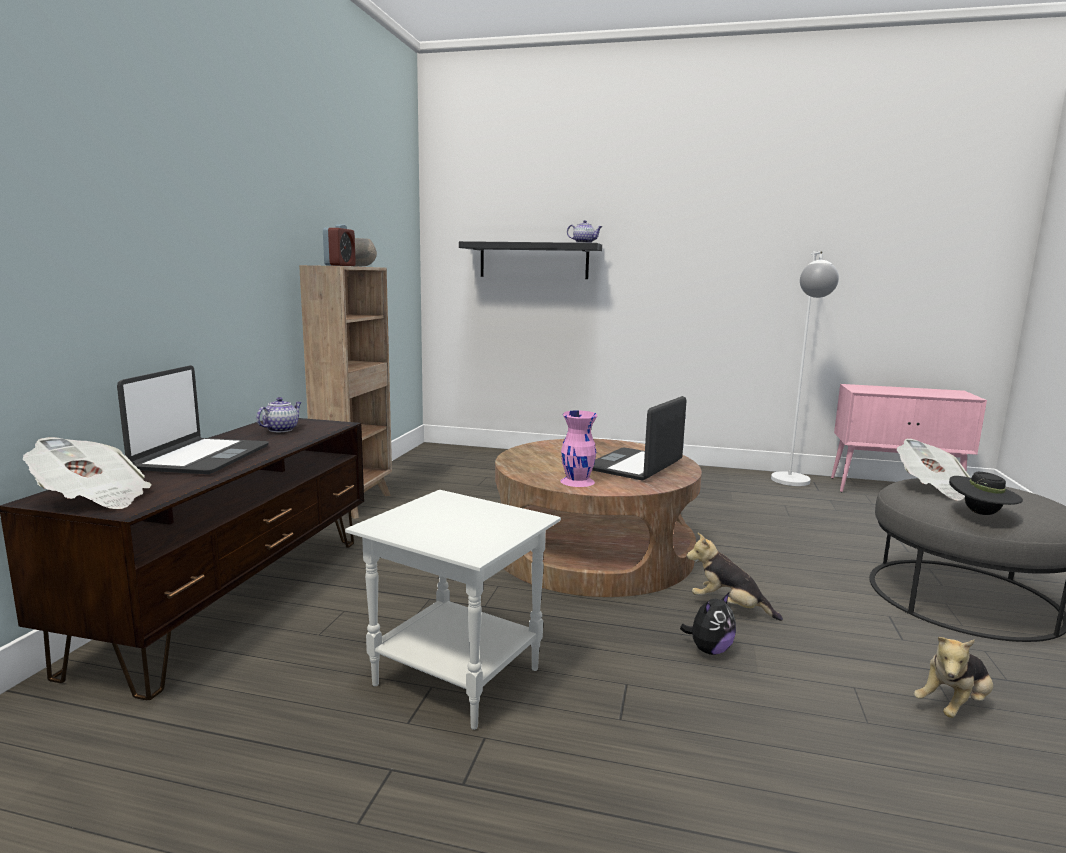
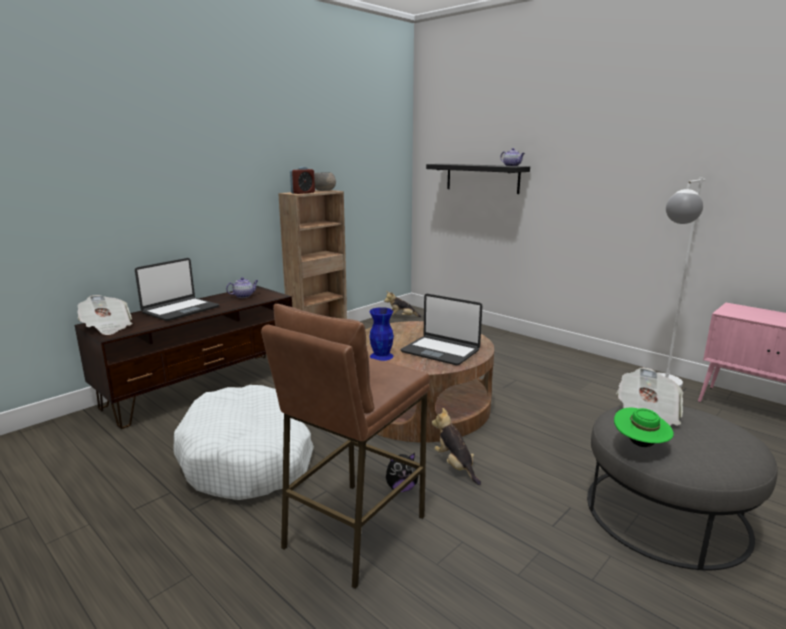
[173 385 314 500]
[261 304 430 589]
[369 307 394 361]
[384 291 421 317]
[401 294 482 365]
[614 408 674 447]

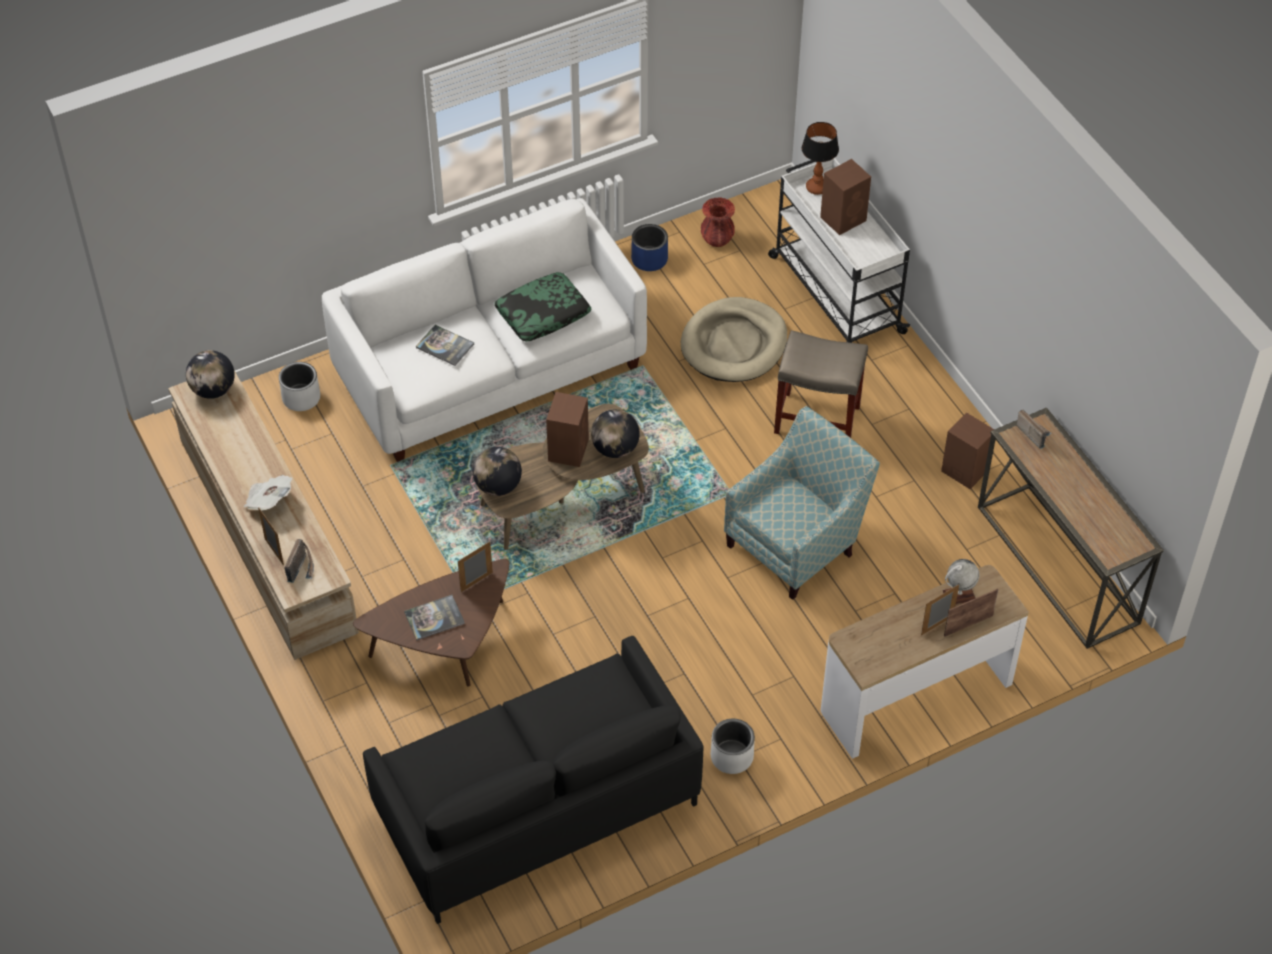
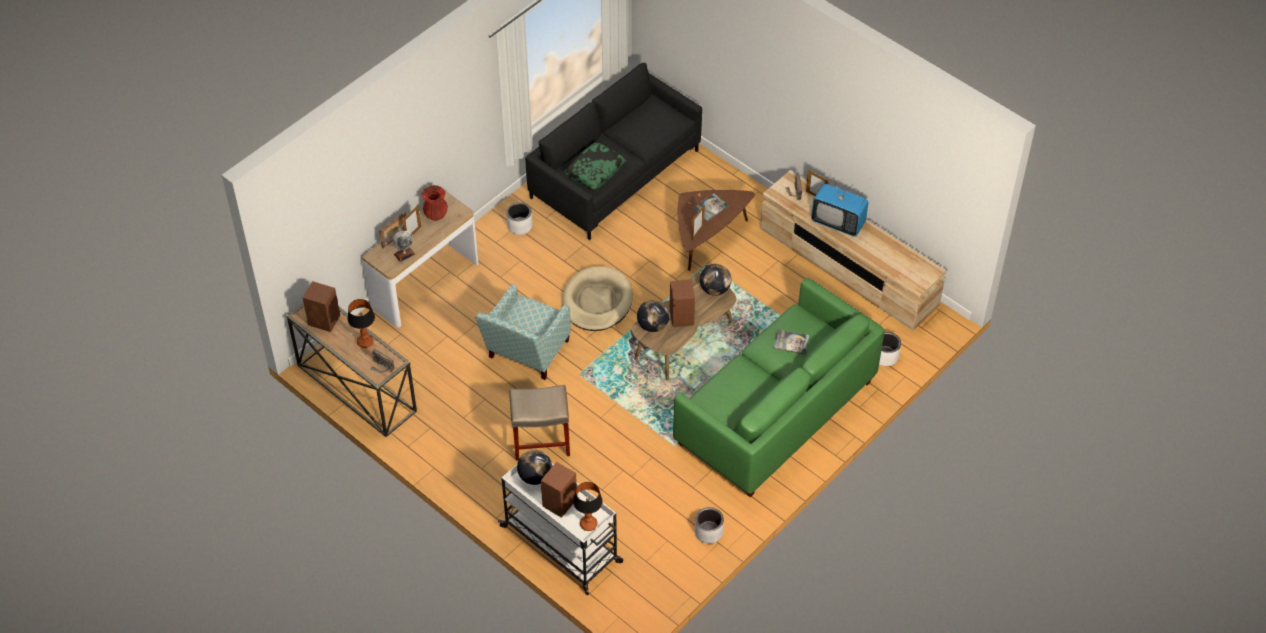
[302 281 340 332]
[347 299 375 348]
[421 185 448 221]
[517 450 552 485]
[562 266 633 331]
[564 143 626 190]
[673 278 884 497]
[695 507 724 544]
[811 178 869 237]

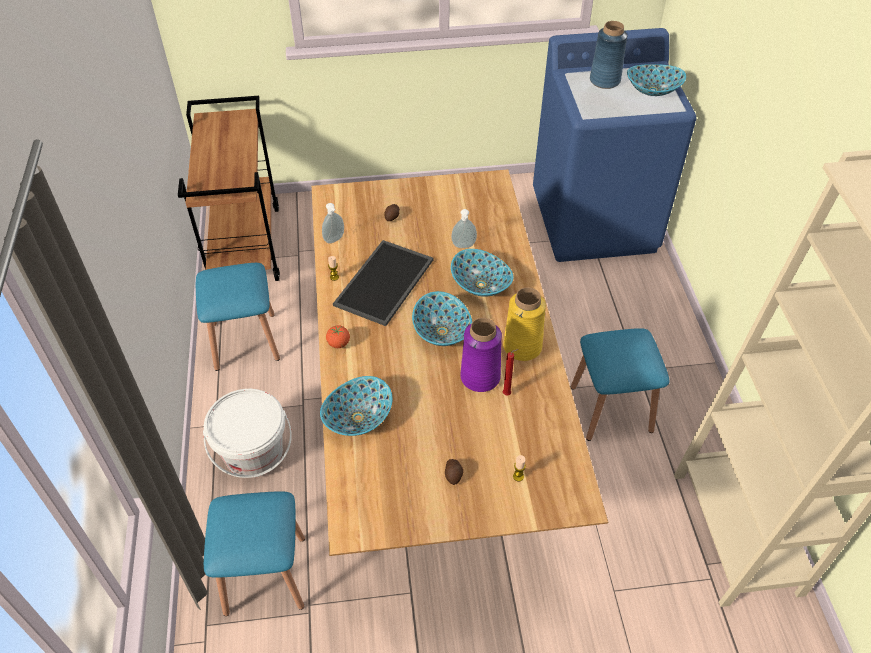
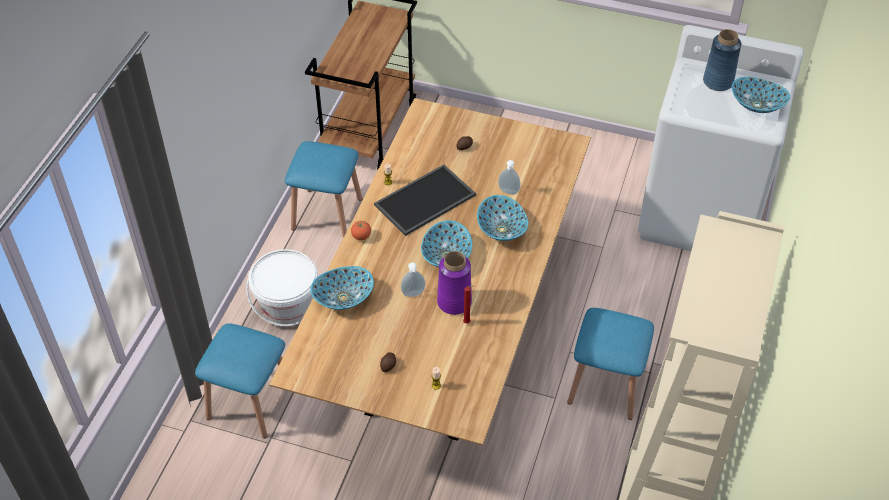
[401 262 425 297]
[638 25 804 251]
[503 287 546 361] (first image)

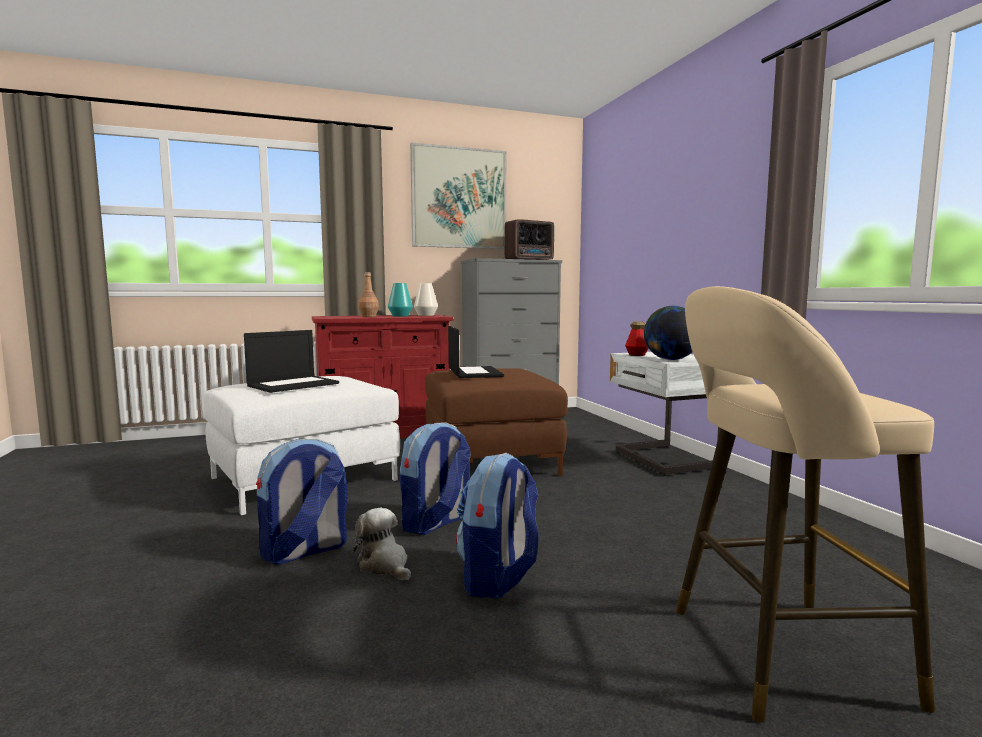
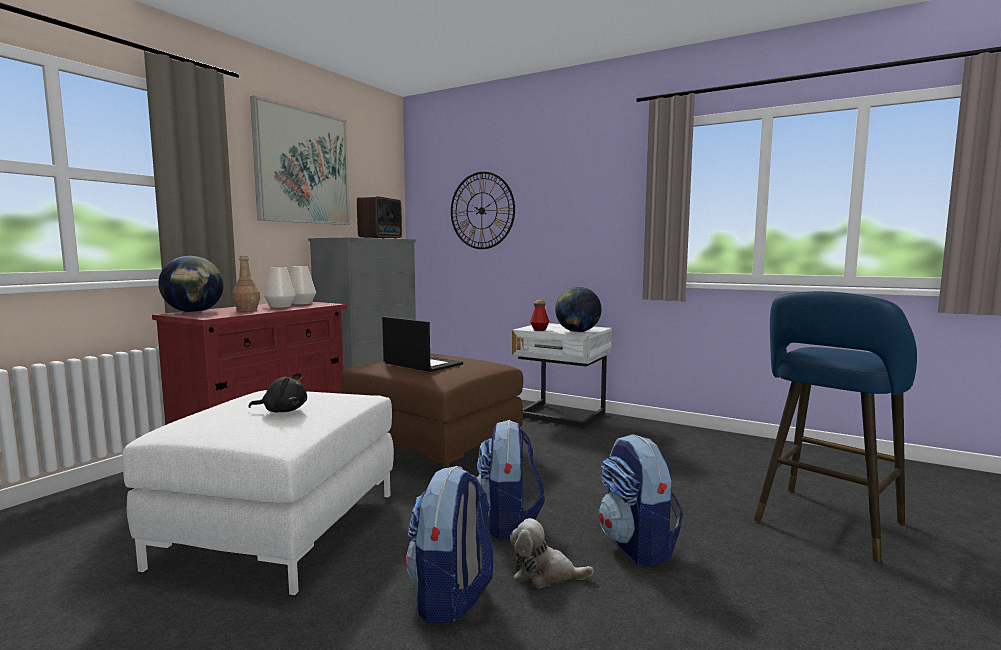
[158 256 224 313]
[248 372 307 413]
[264 267 296 308]
[451 172 515 249]
[754 291 917 563]

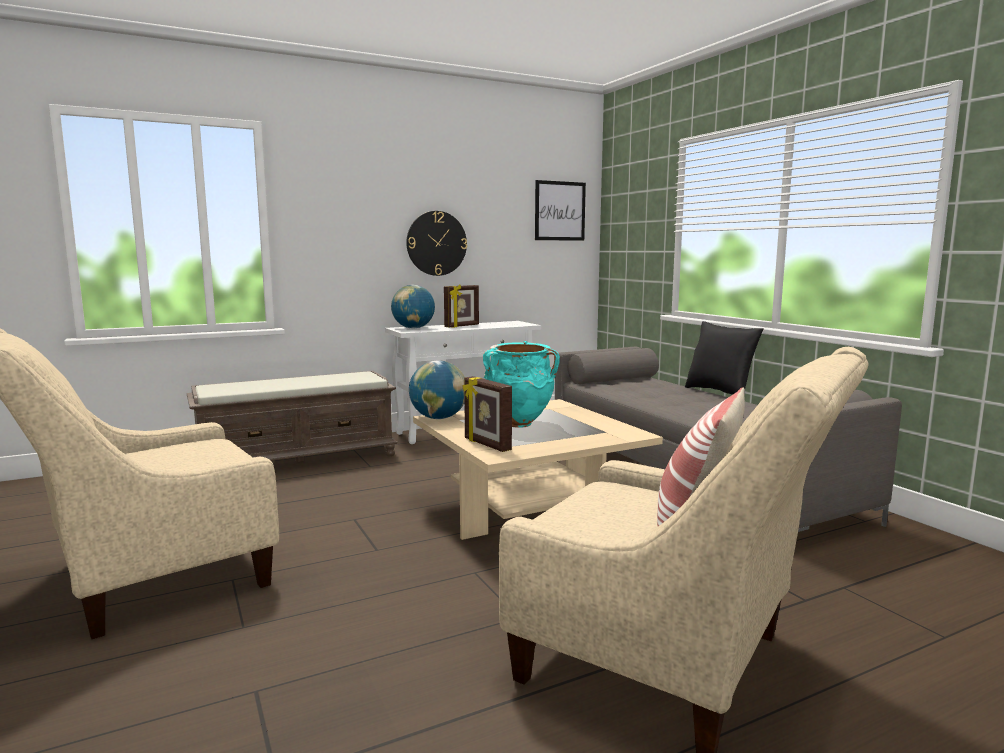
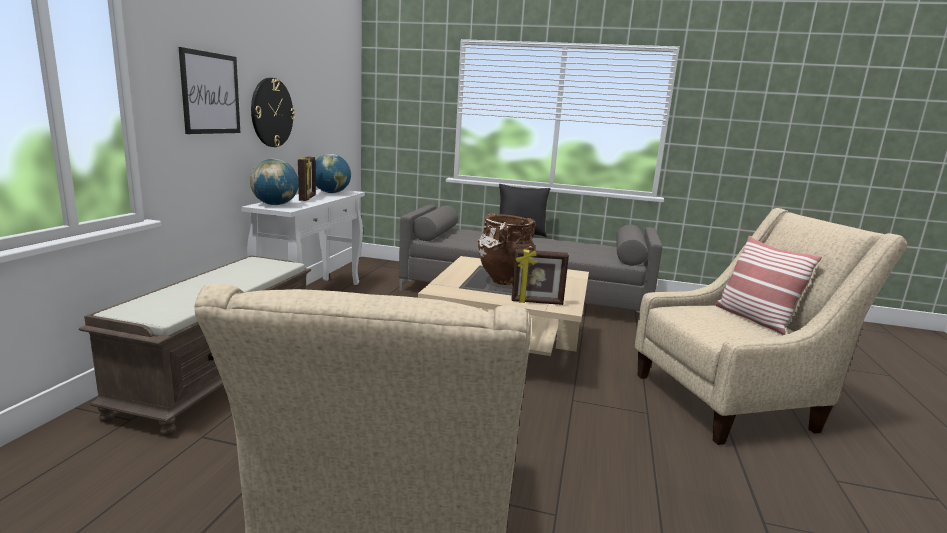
[179 47 240 134]
[315 154 351 193]
[478 213 536 285]

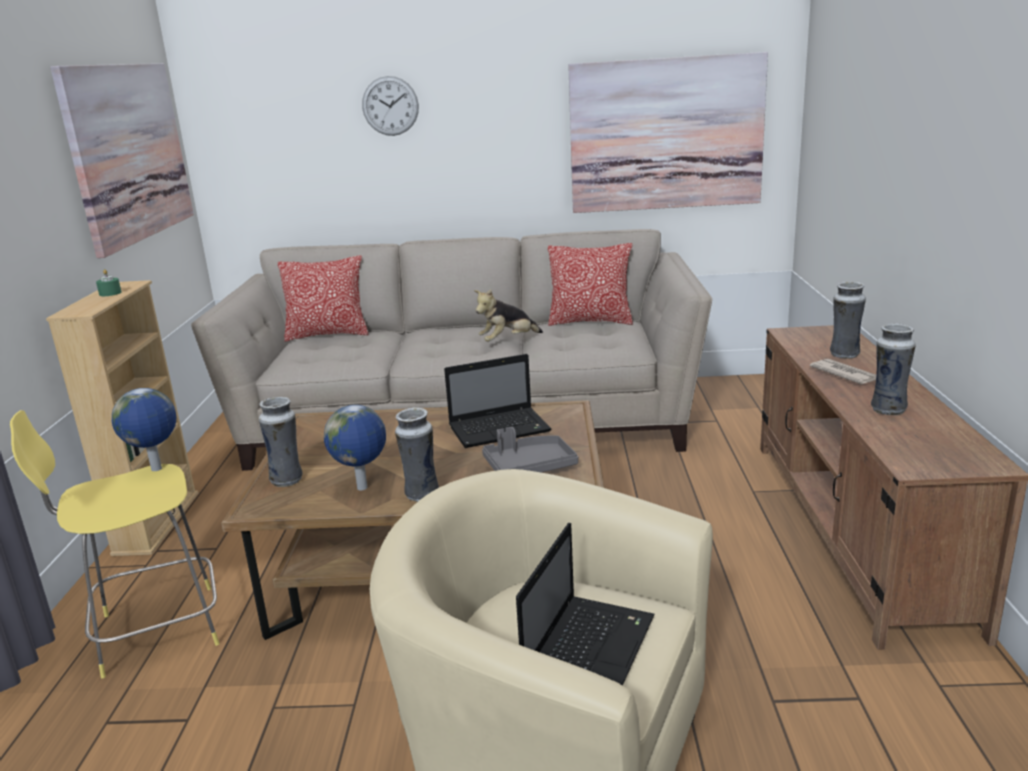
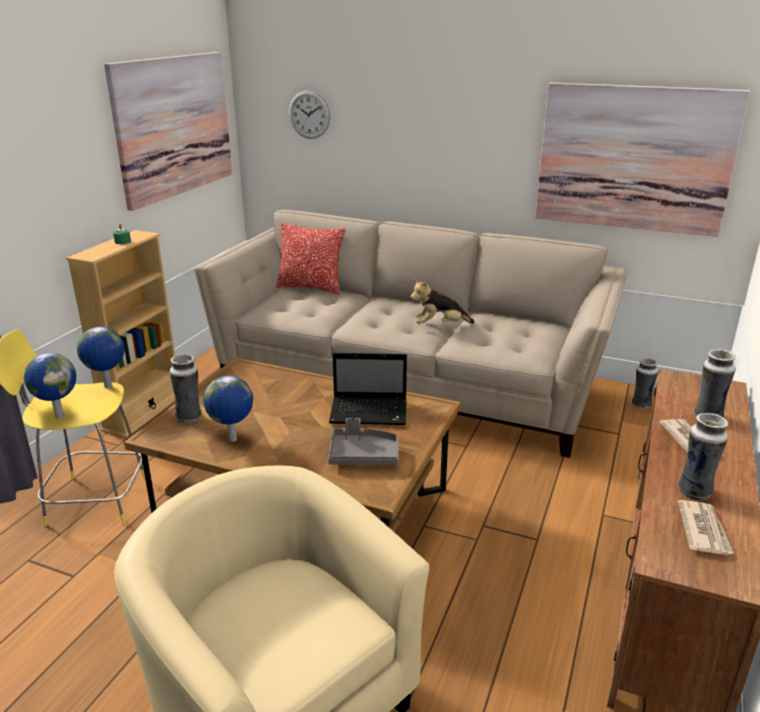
[24 353 77 419]
[289 90 330 139]
[632 358 658 409]
[678 500 734 555]
[516 523 655 685] (first image)
[548 243 633 326] (first image)

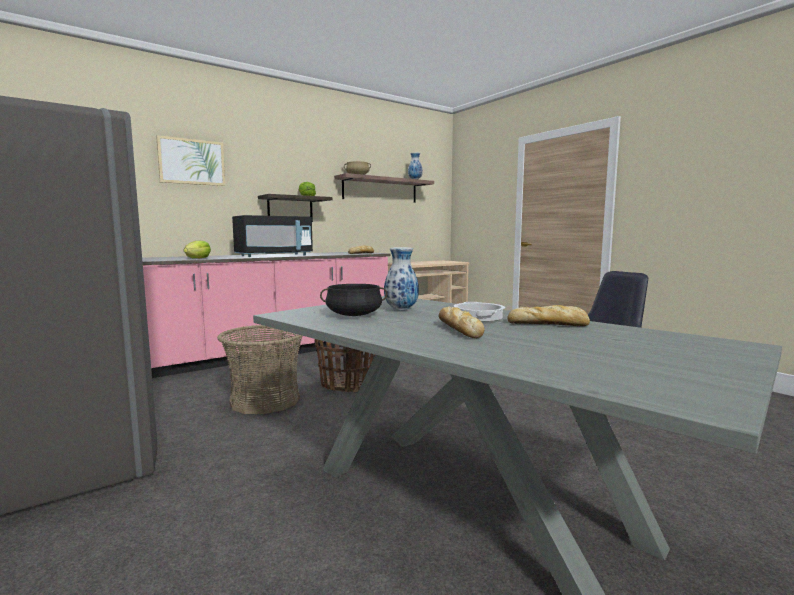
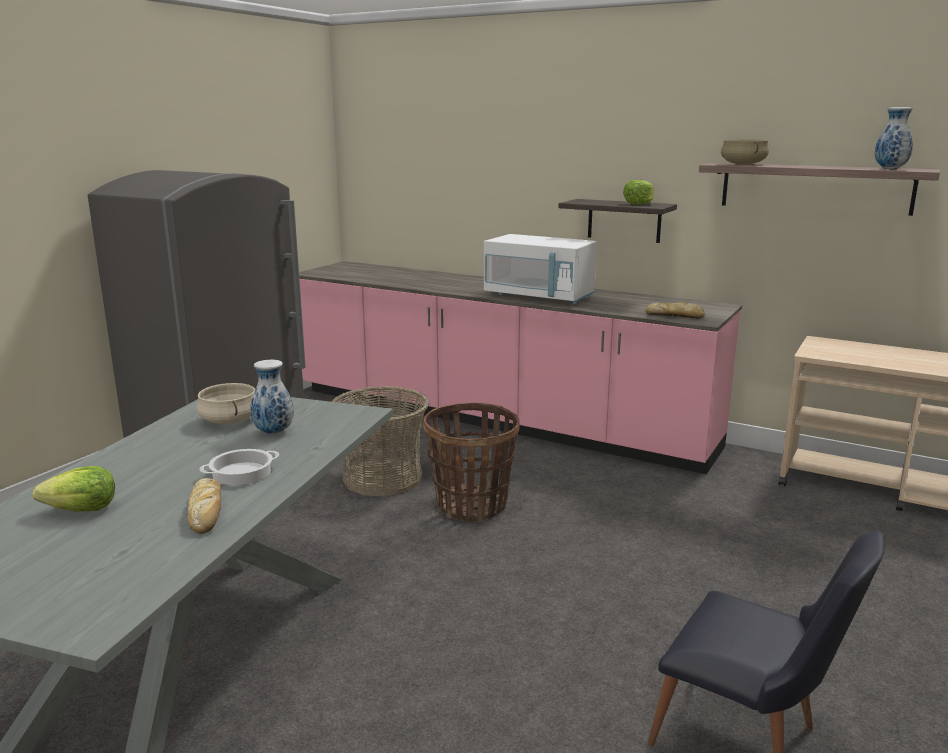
[33 466 115 512]
[197 383 255 424]
[484 234 597 304]
[156 135 225 186] (first image)
[439 307 484 338] (first image)

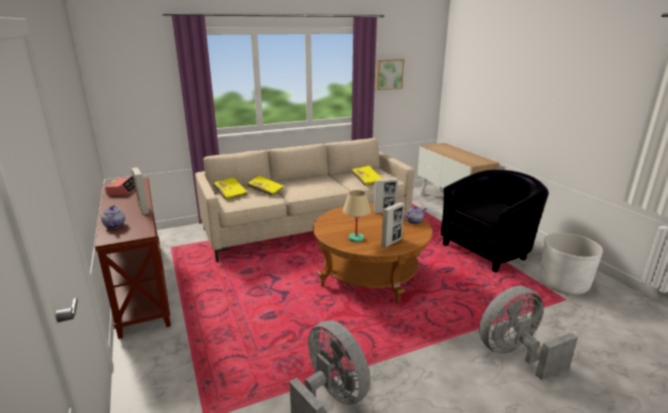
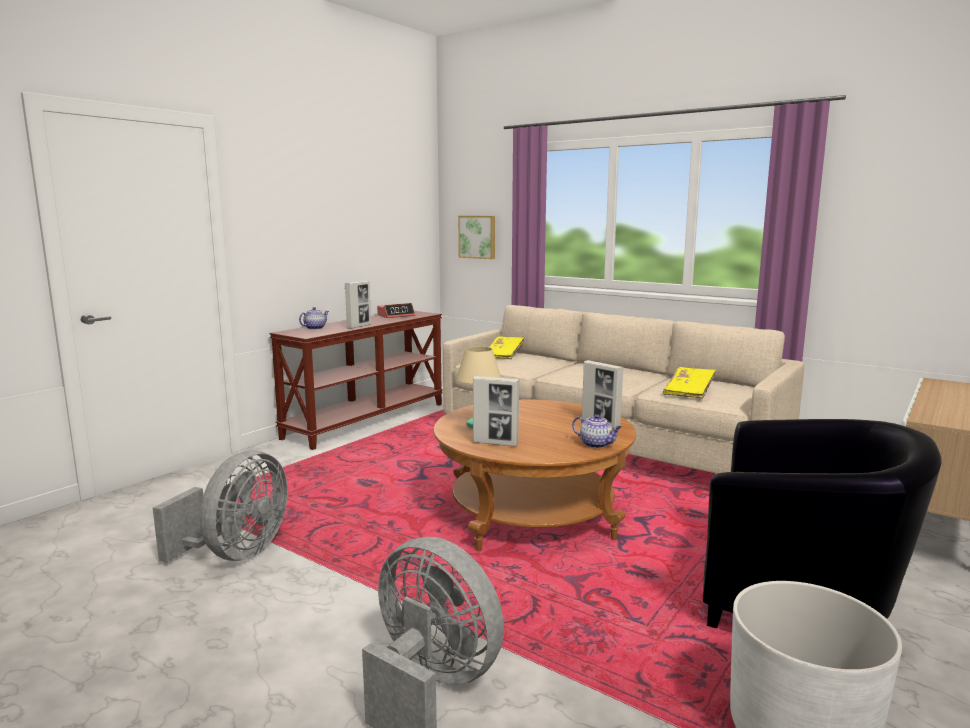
[458 216 495 259]
[248 175 283 196] (first image)

